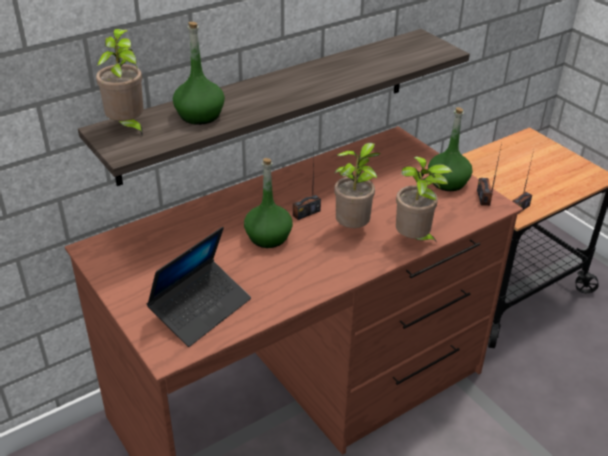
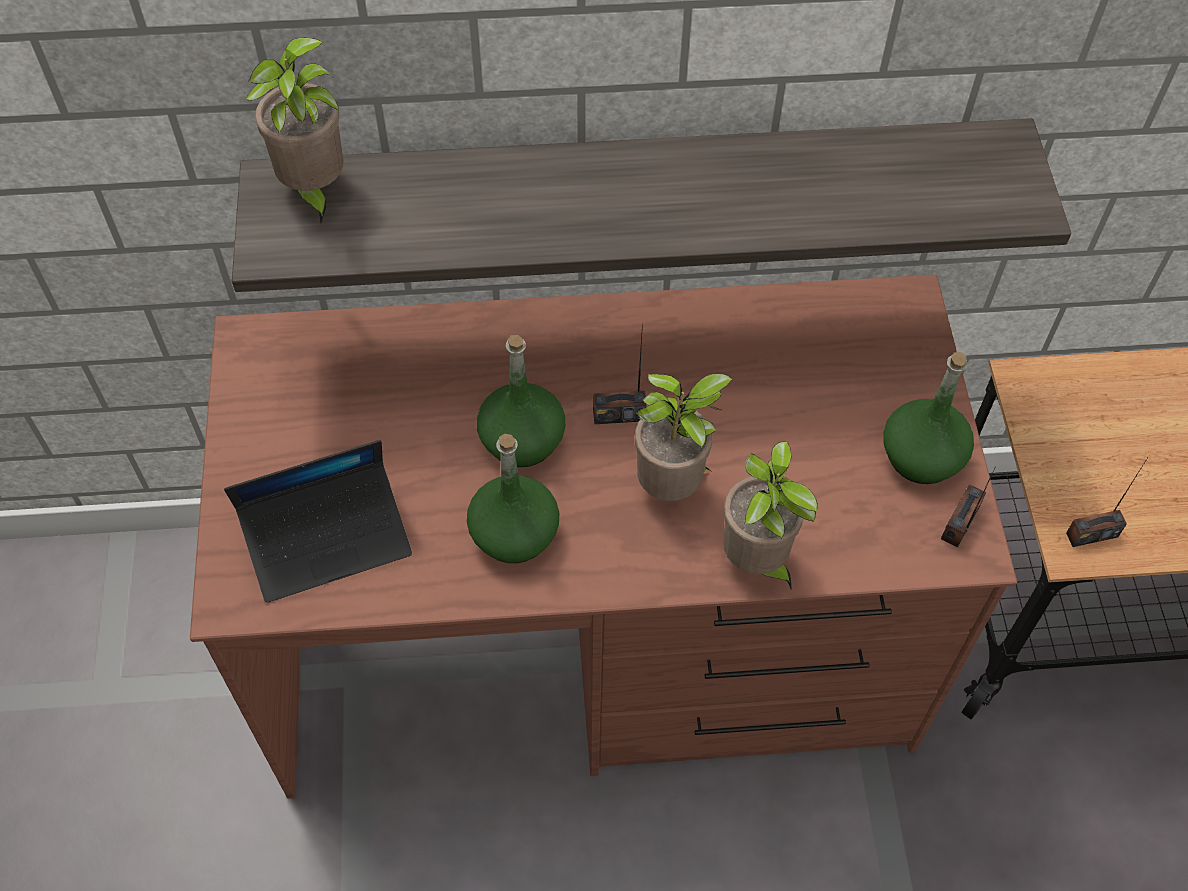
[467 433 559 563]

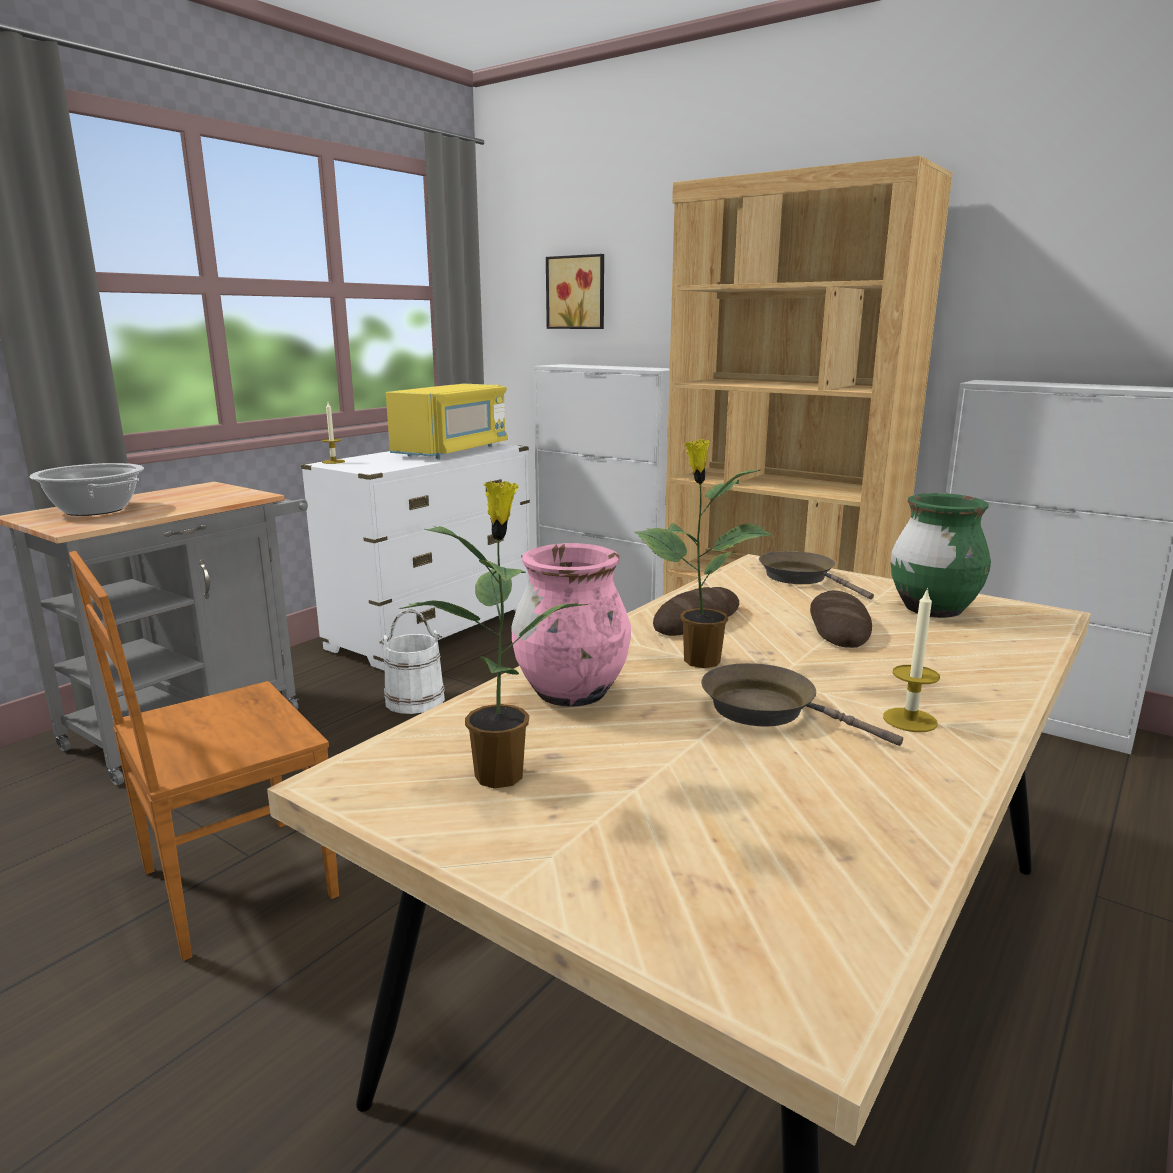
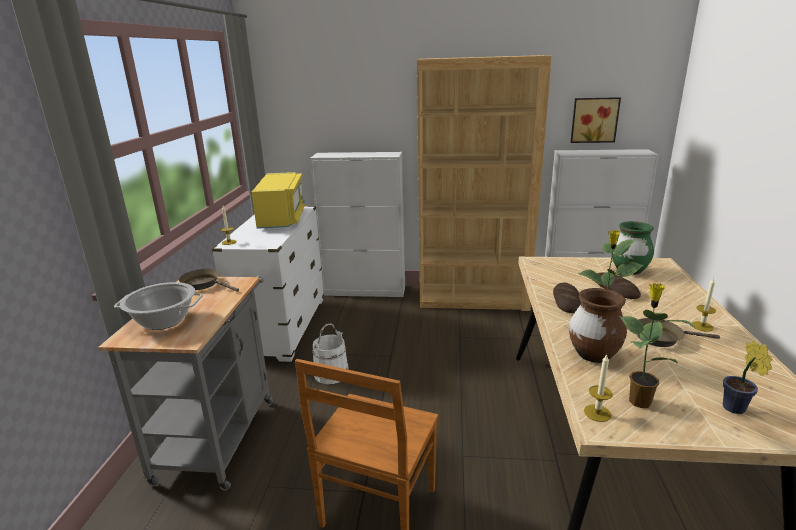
[178 269 239 292]
[569 288 627 363]
[570 97 621 143]
[584 354 613 422]
[723 341 772 414]

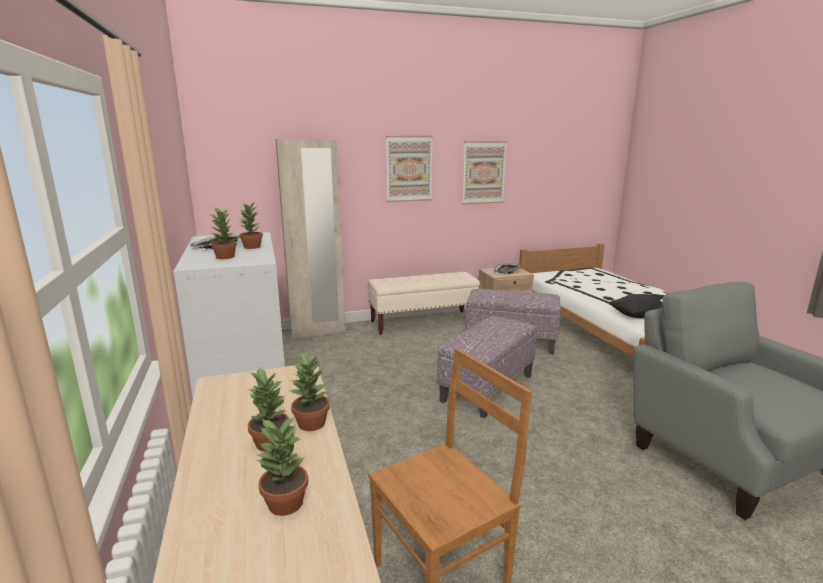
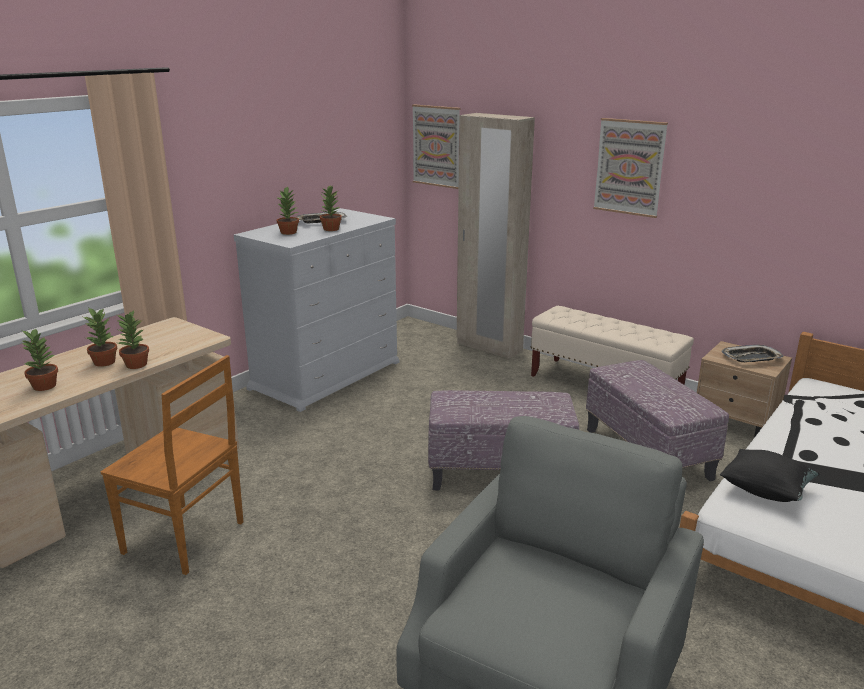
[412 104 460 189]

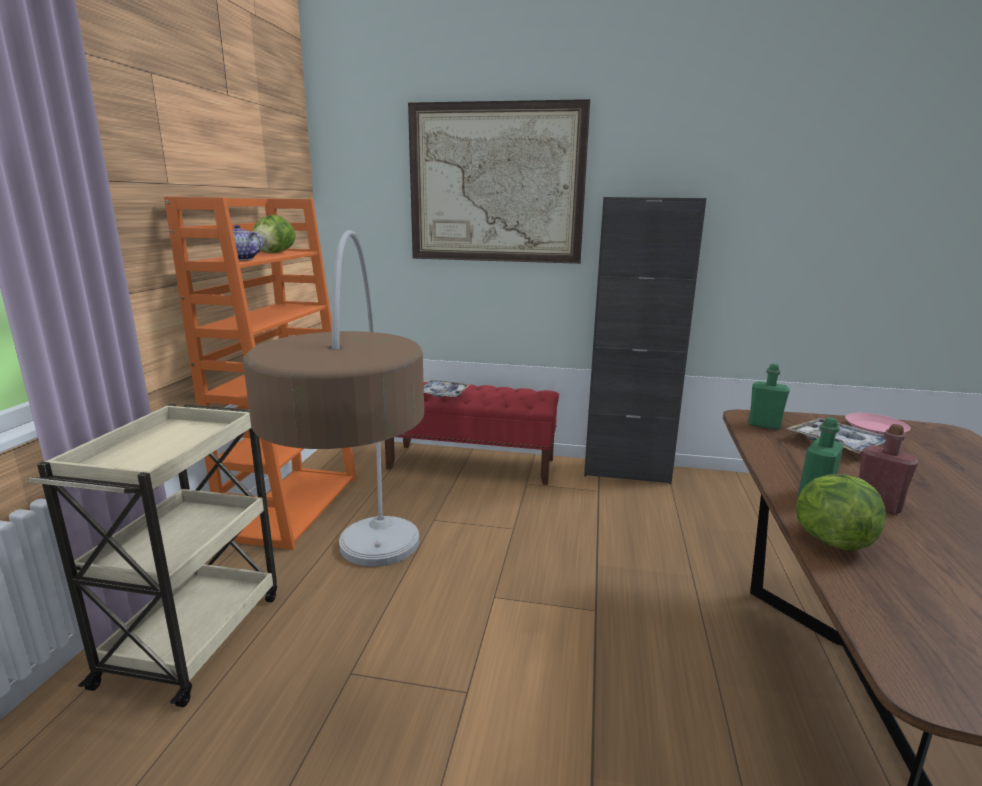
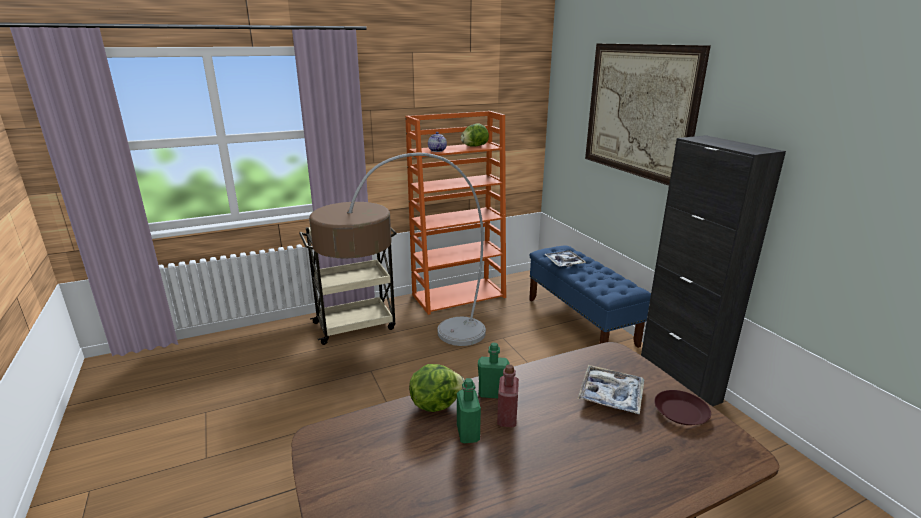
[457 378 481 443]
[529 245 651 348]
[654 390 711 425]

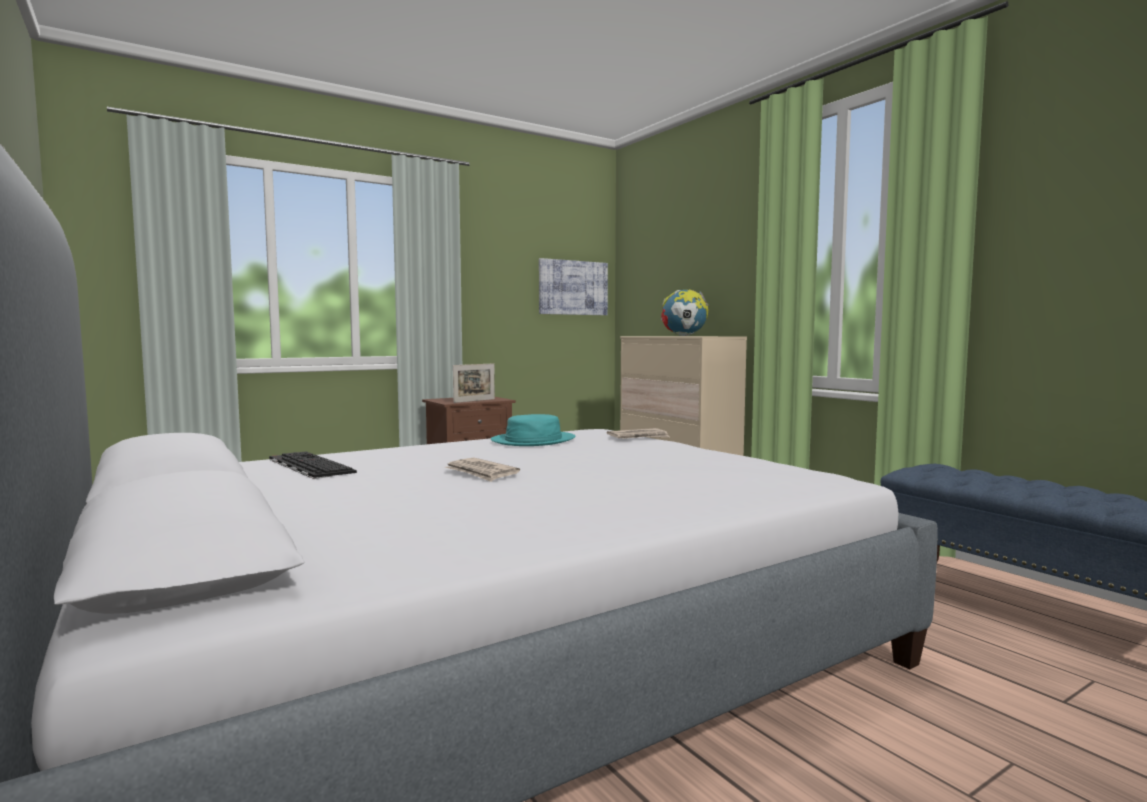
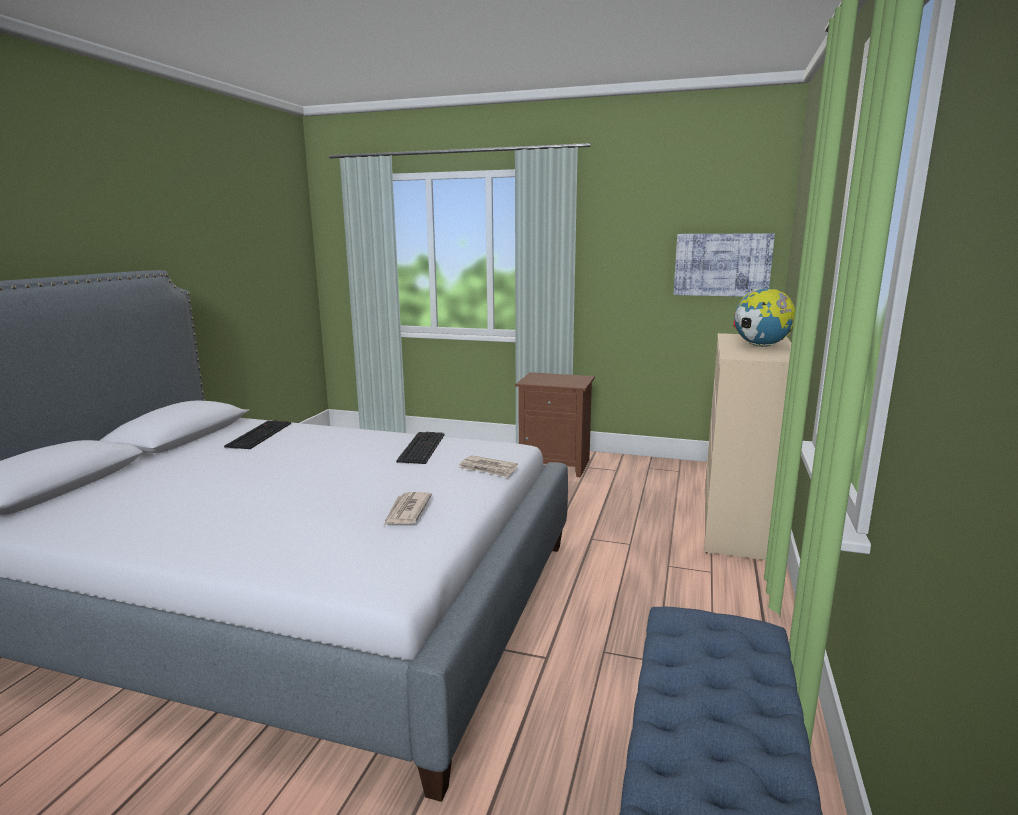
[384 492 432 525]
[396 432 445 464]
[453 363 495 403] (first image)

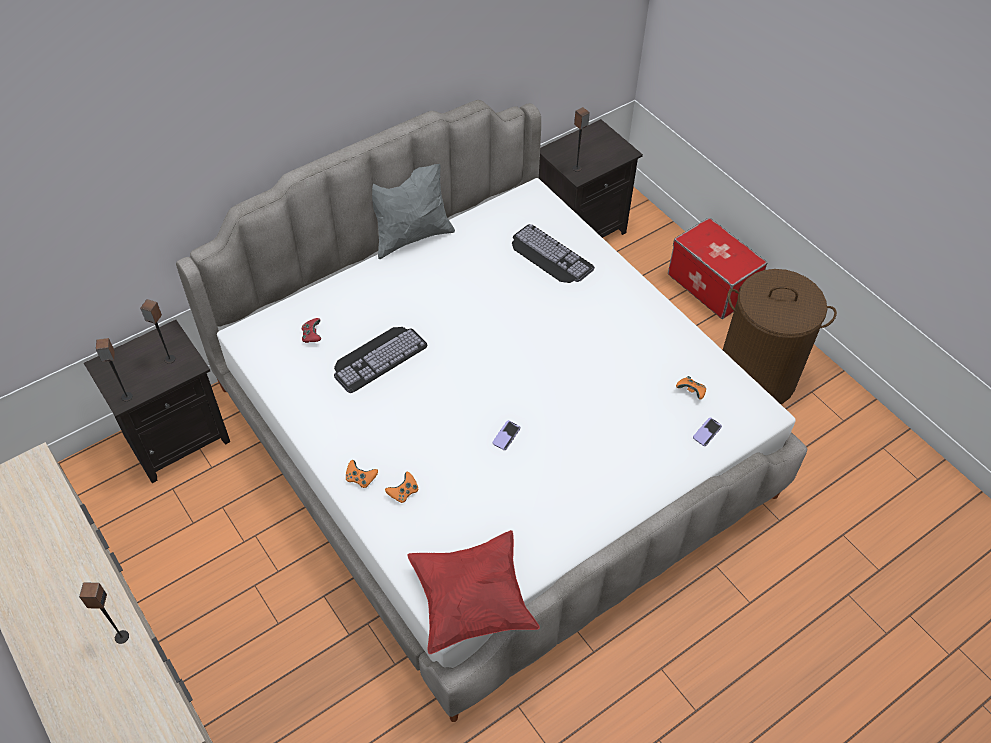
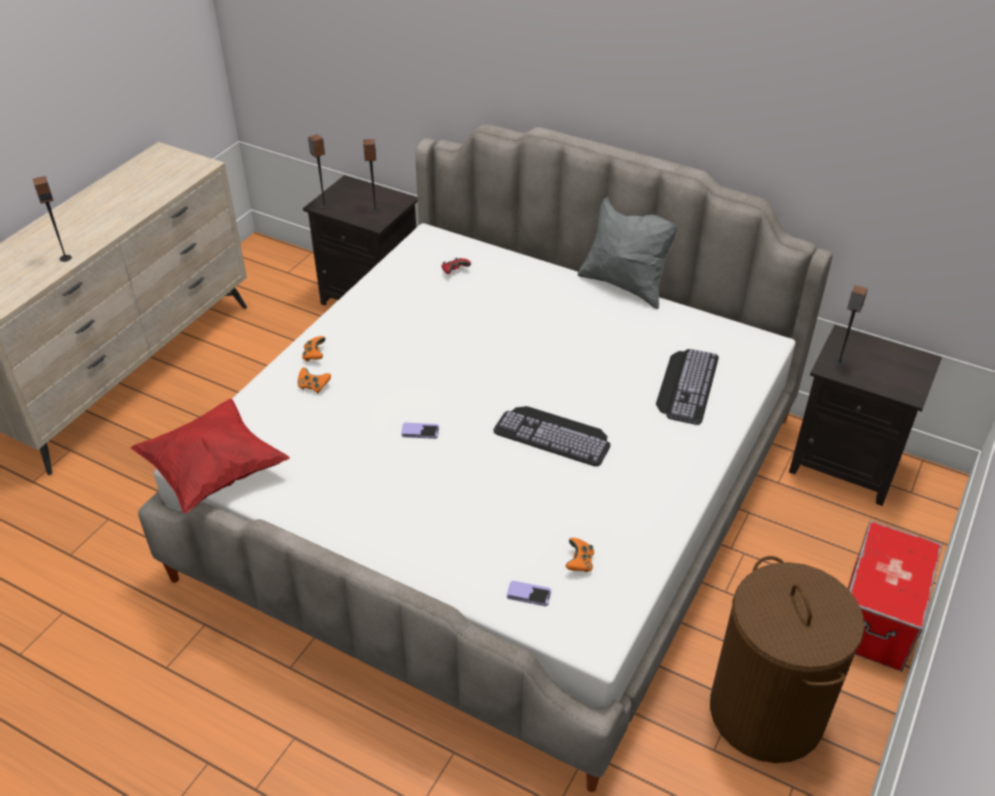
[493 406 610 466]

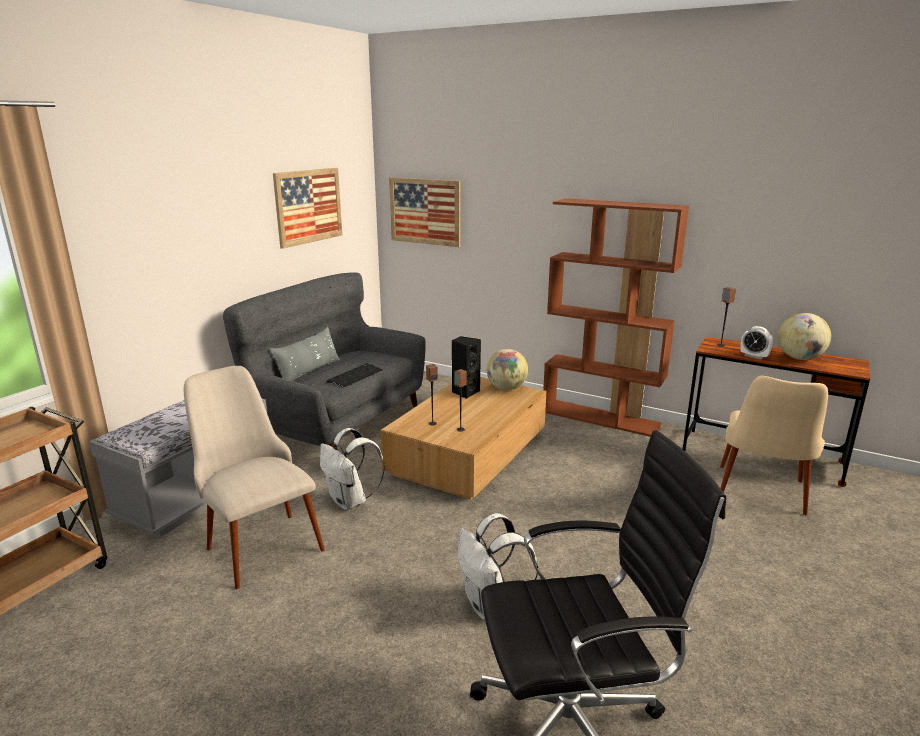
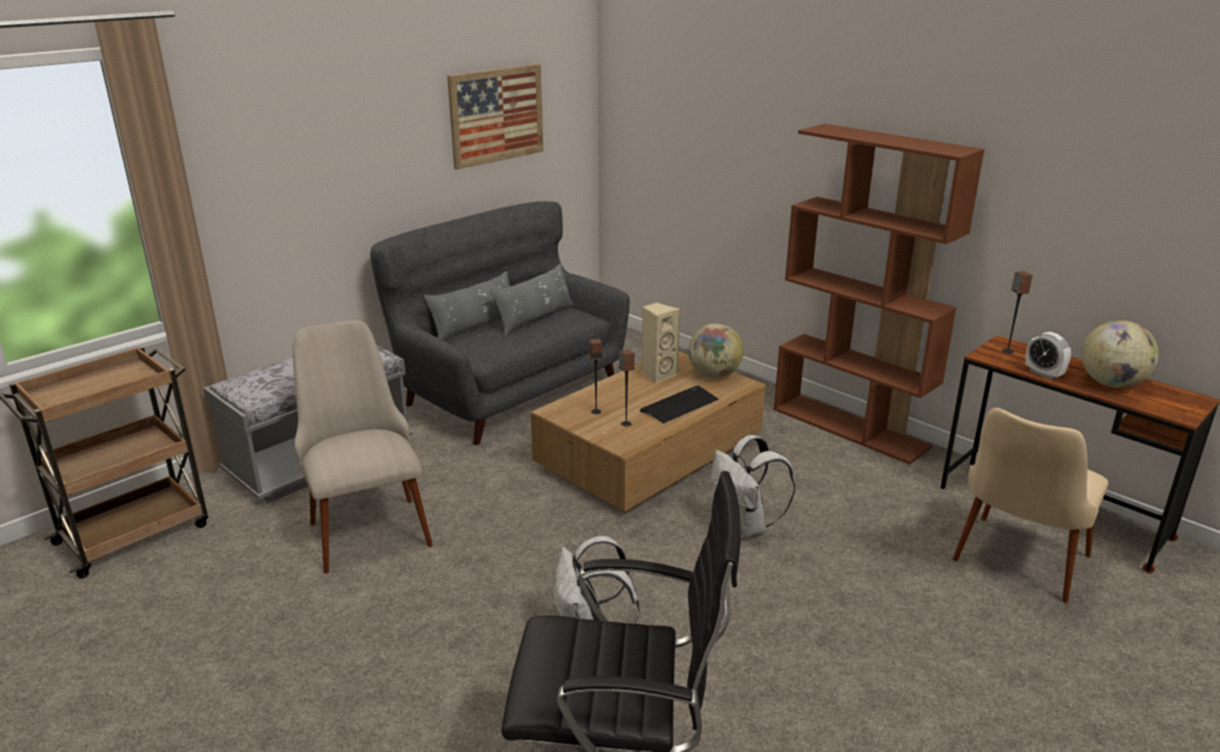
[490 263 574 336]
[640 386 719 423]
[641 302 680 383]
[712 435 795 538]
[389 177 460 247] (first image)

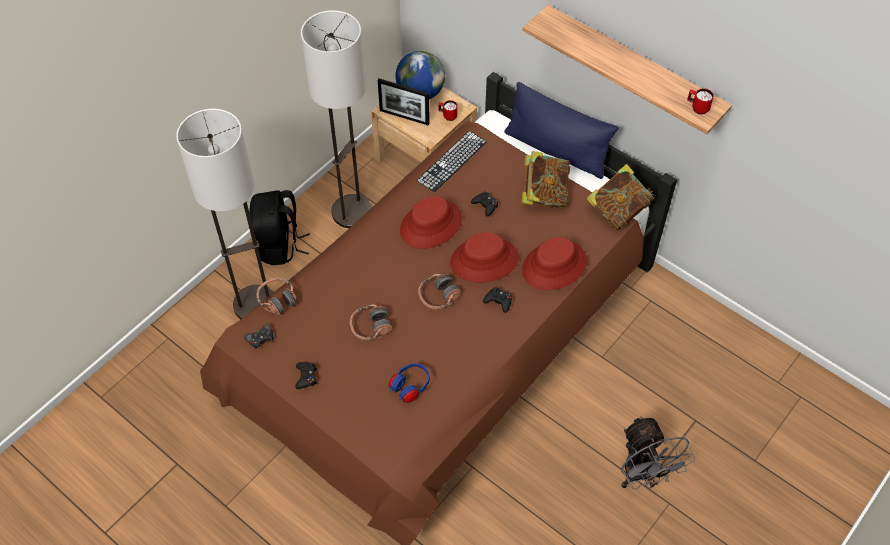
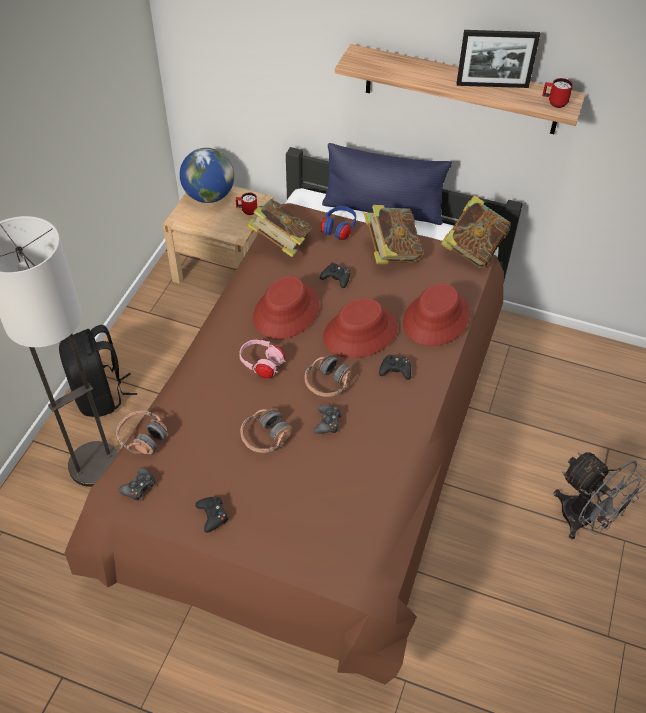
[239 340 286 378]
[246 199 312 257]
[314 405 341 434]
[321 206 356 240]
[457 30 540 88]
[301 10 372 228] (first image)

